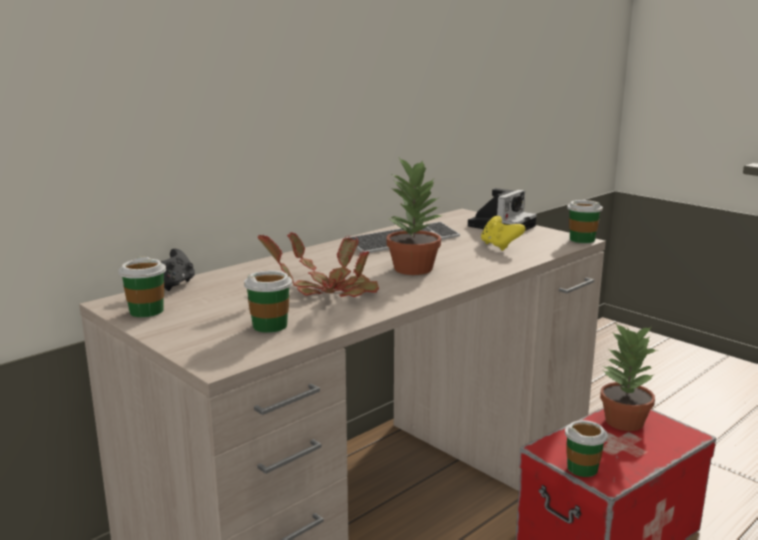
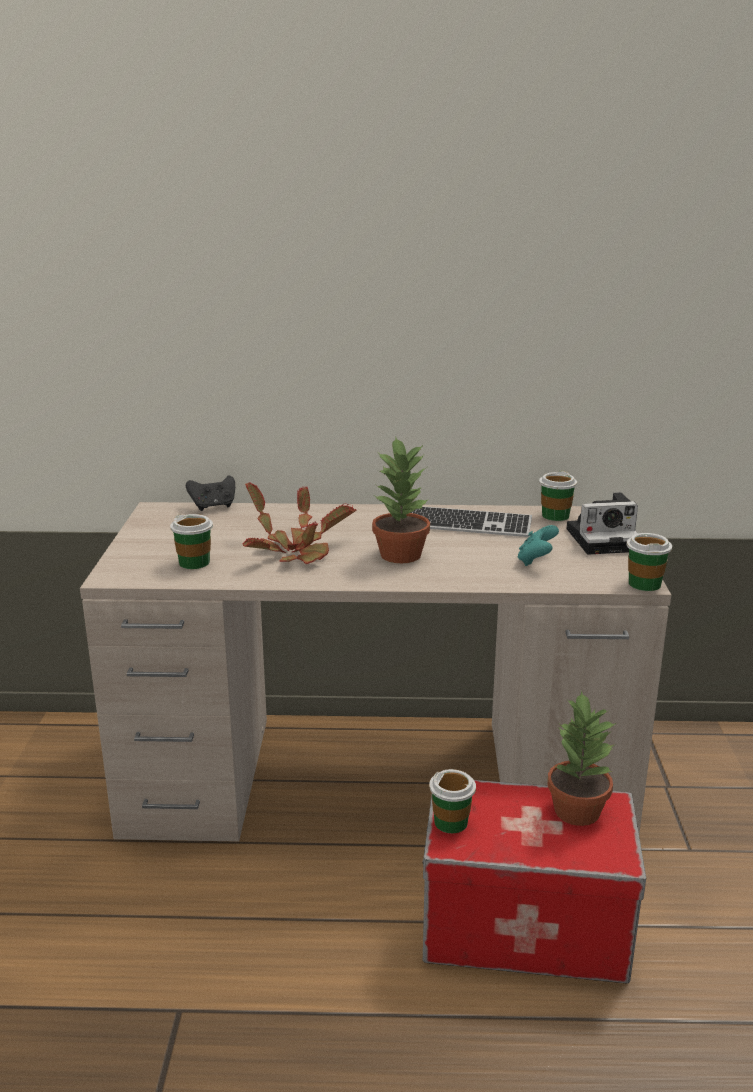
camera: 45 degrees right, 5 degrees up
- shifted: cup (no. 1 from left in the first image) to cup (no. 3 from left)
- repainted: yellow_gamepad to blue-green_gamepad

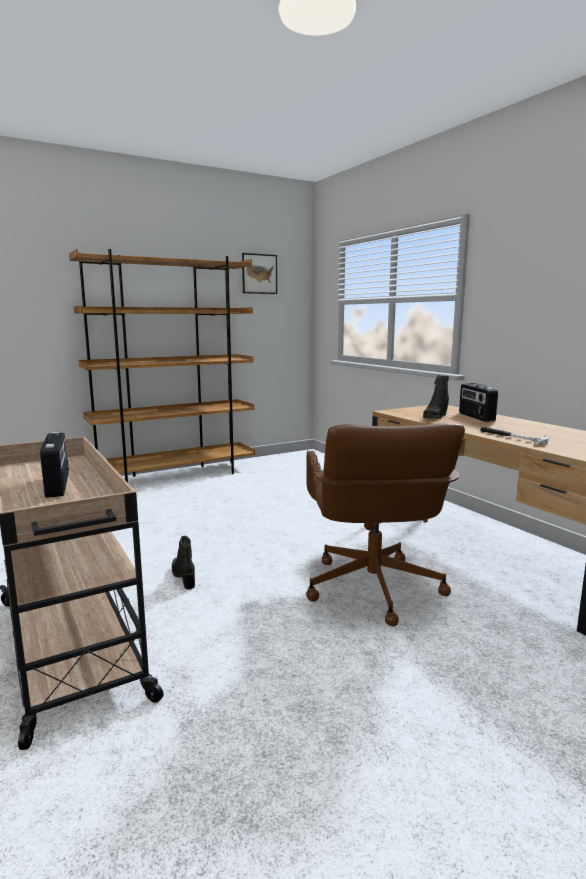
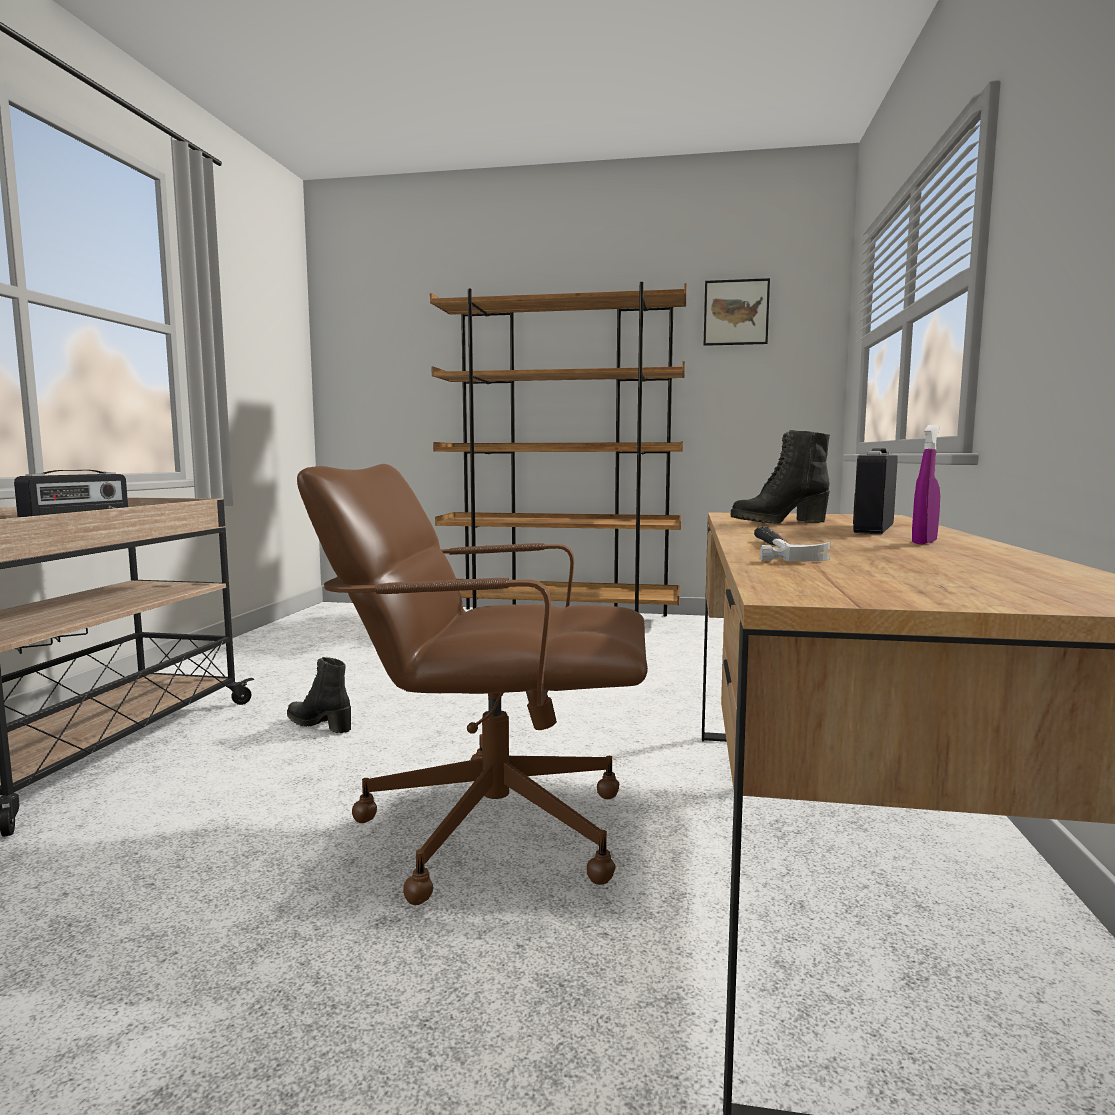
camera: 40 degrees right, 5 degrees down
- rotated: black_tall_boot (no. 1 from left) 75 degrees counterclockwise
- rotated: brown-coloured_computer_chair 60 degrees clockwise
- new: purple_hand_sprayer

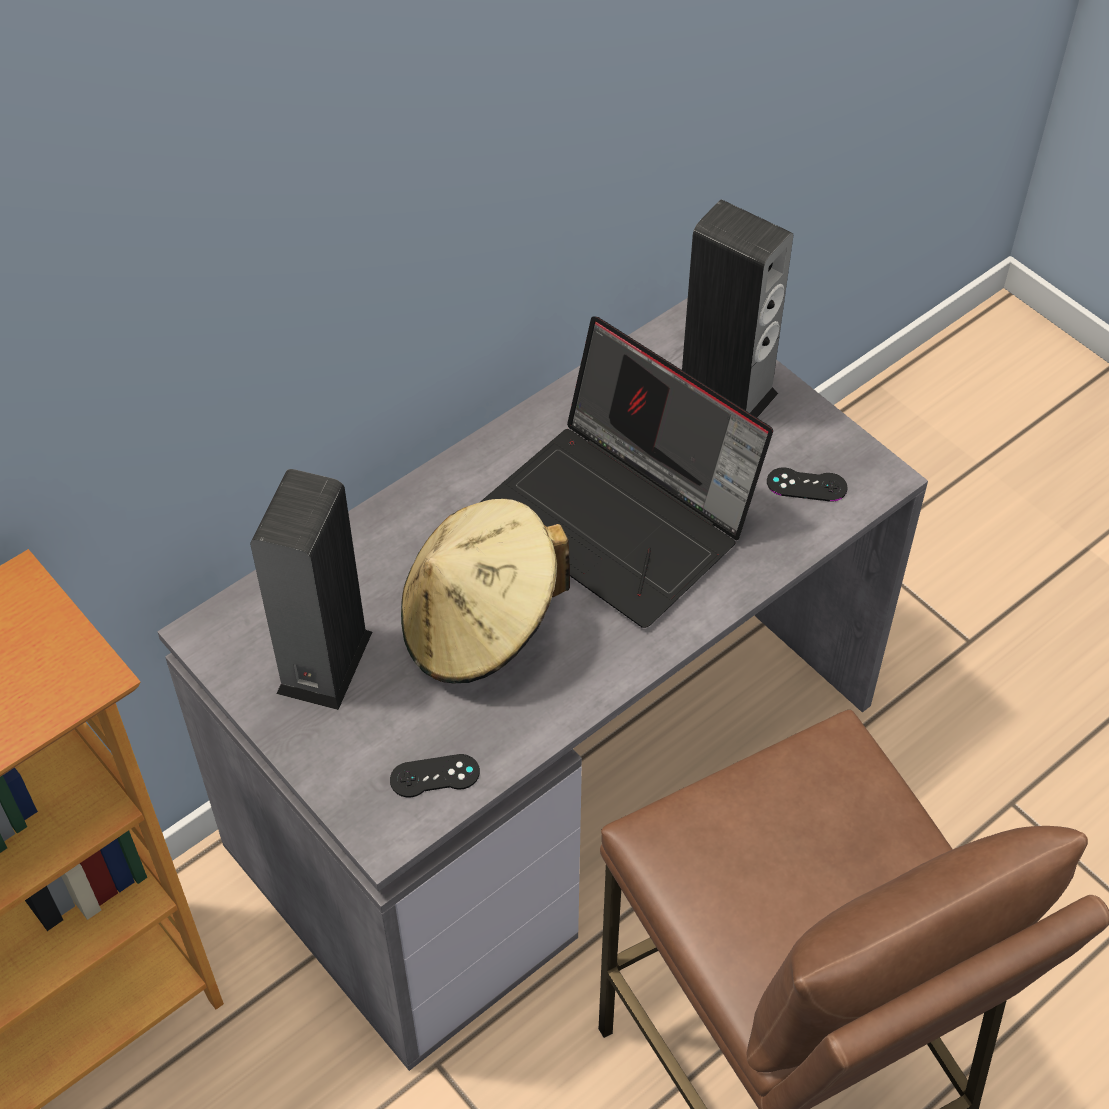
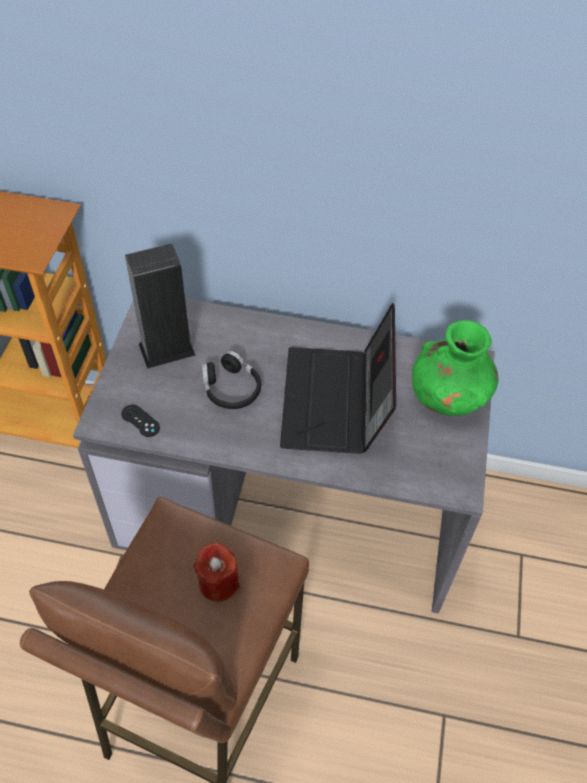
camera: 50 degrees right, 0 degrees up
- swapped: sand-coloured_hat to black_pair_of_headphones
- swapped: loudspeaker (no. 2 from left) to green_vase
- gone: black_gamepad (no. 2 from left)
- new: red_candle

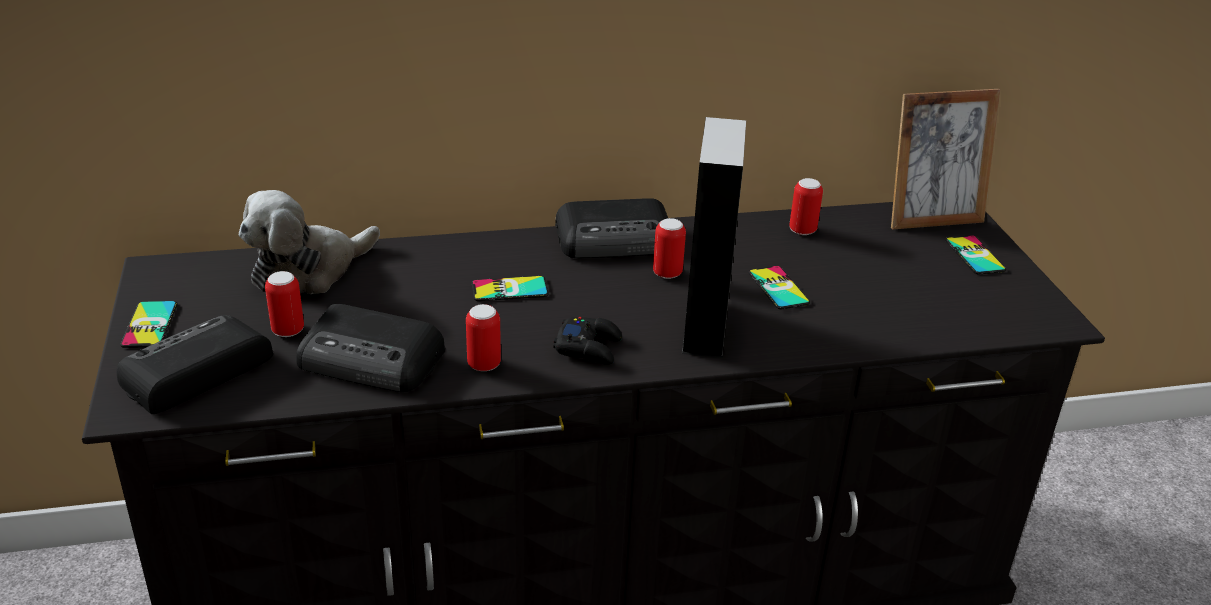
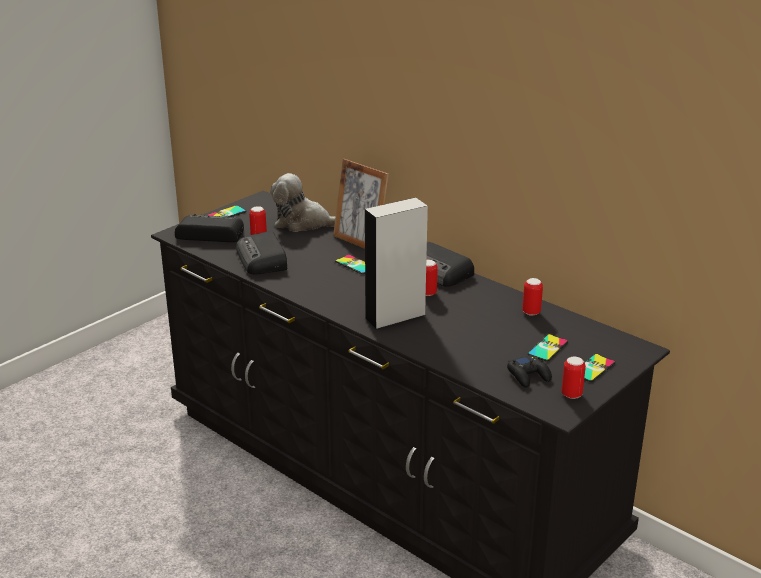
camera: 55 degrees right, 5 degrees down
- shifted: metal_can (no. 2 from left in the first image) to metal_can (no. 4 from left)
- shifted: black_gamepad
- shifted: telephone (no. 3 from left)
- shifted: photo_frame

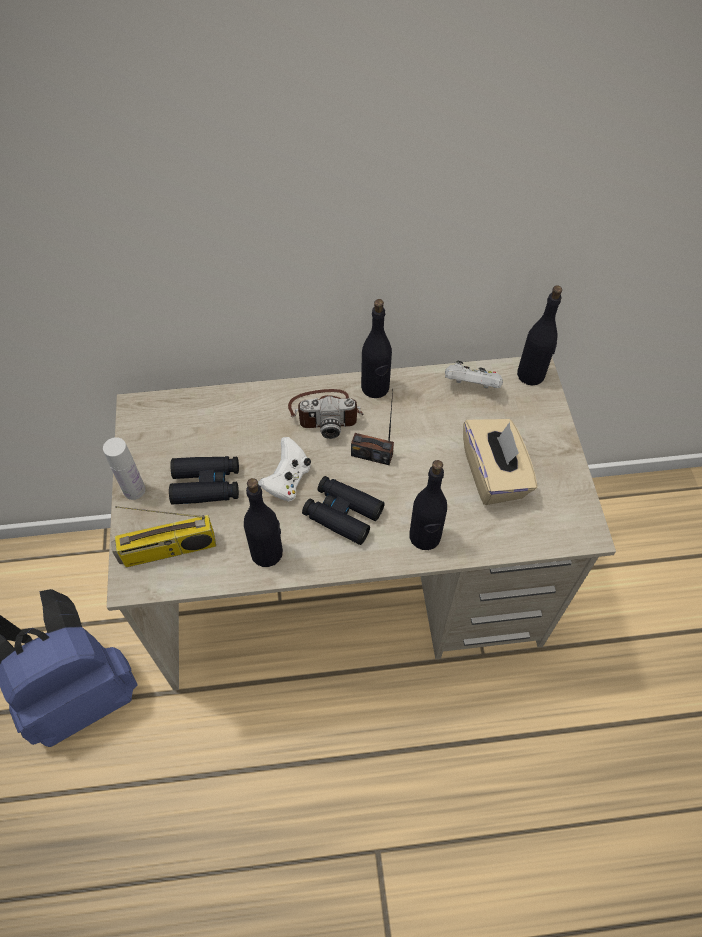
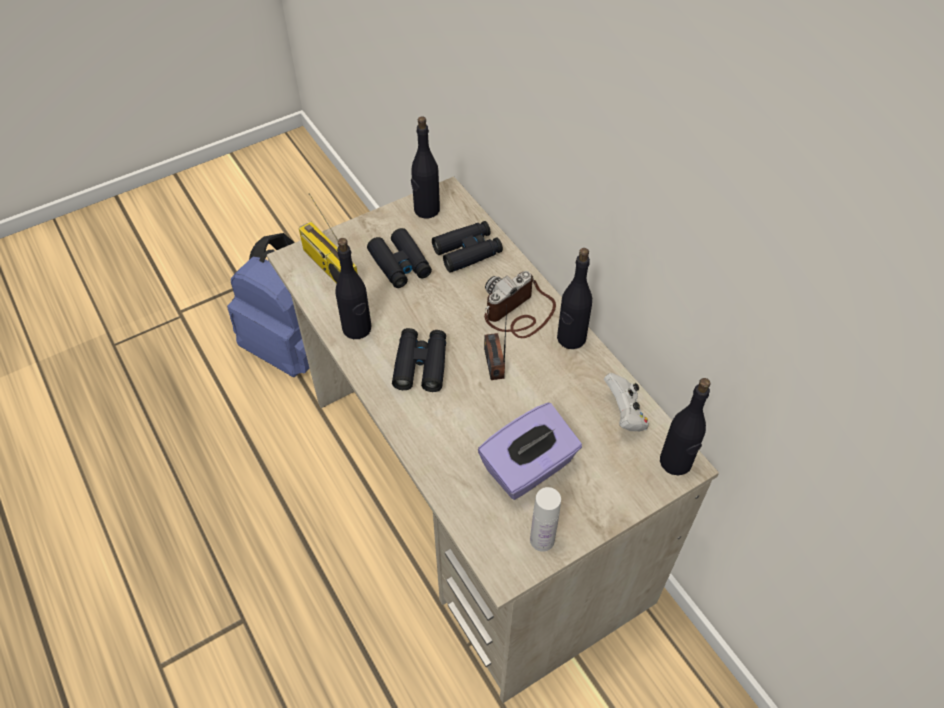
camera: 65 degrees right, 5 degrees down
- shifted: white_beverage_bottle
- gone: white_gamepad (no. 1 from left)
- rotated: photo_camera 75 degrees clockwise
- shifted: black_beverage_bottle (no. 3 from left in the first image) to black_beverage_bottle (no. 2 from left)
- repainted: sand-coloured_tissue_holder to purple_tissue_holder
- new: black_binoculars (no. 3 from left)

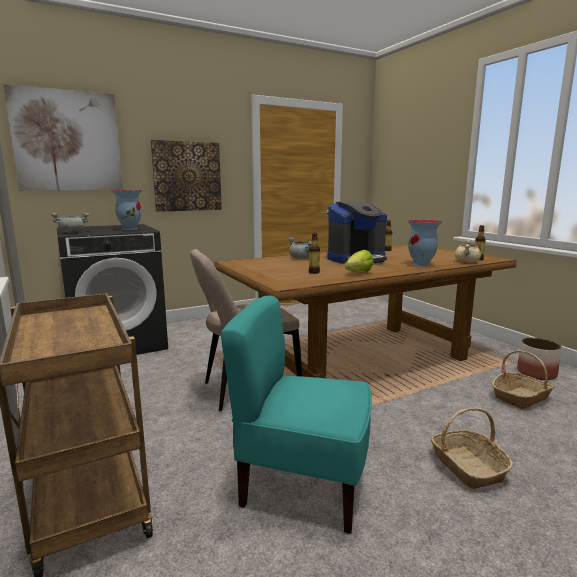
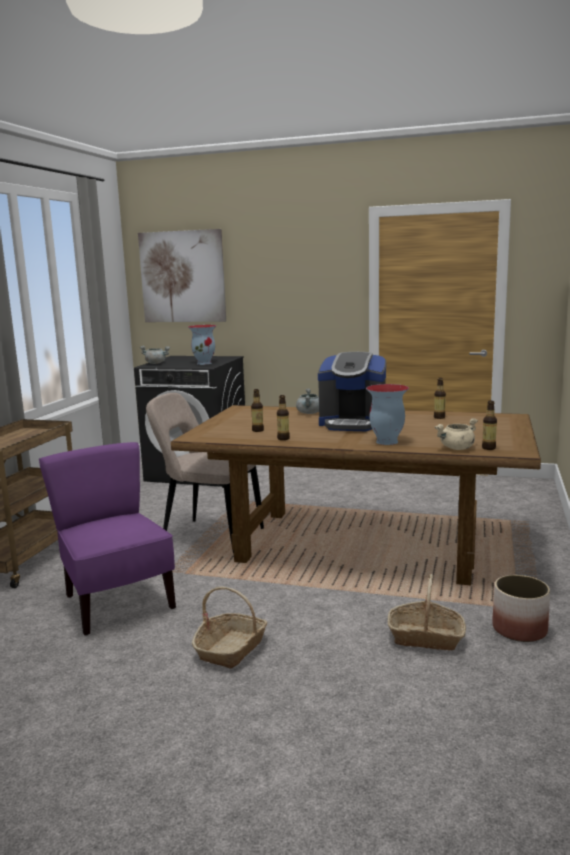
camera: 45 degrees right, 0 degrees up
- gone: picture (no. 2 from left)
- repainted: blue-green_plain_chair to purple_plain_chair
- swapped: head_of_lettuce to beverage_bottle (no. 2 from left)

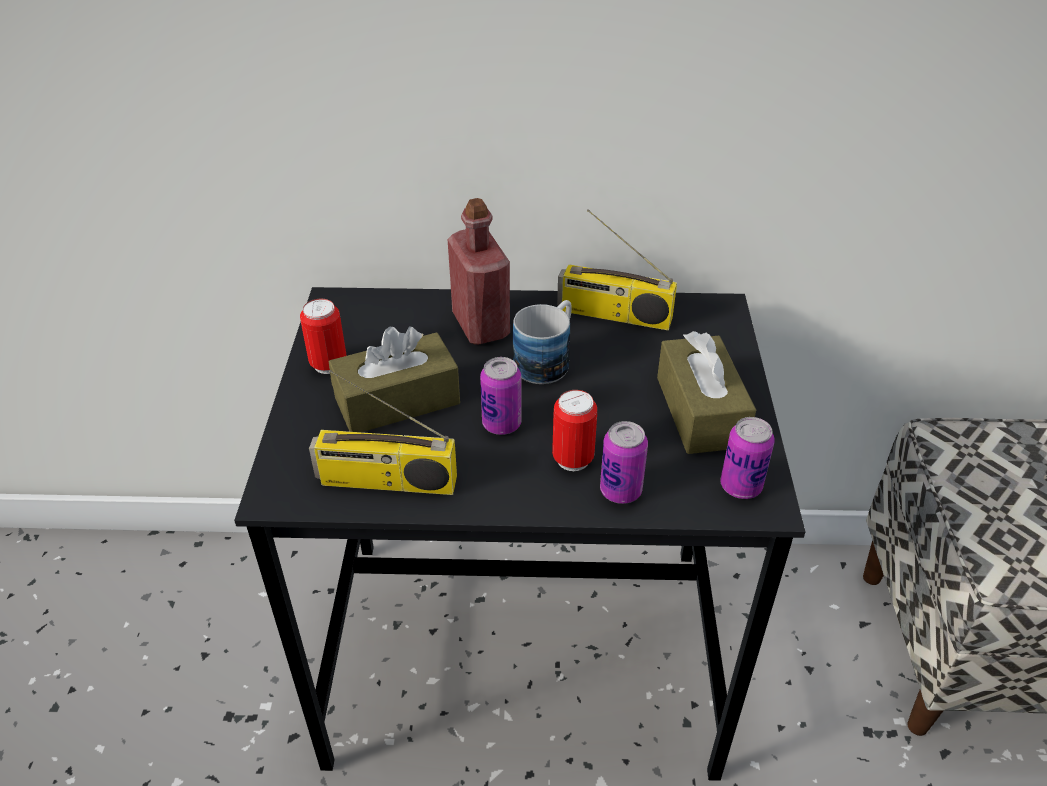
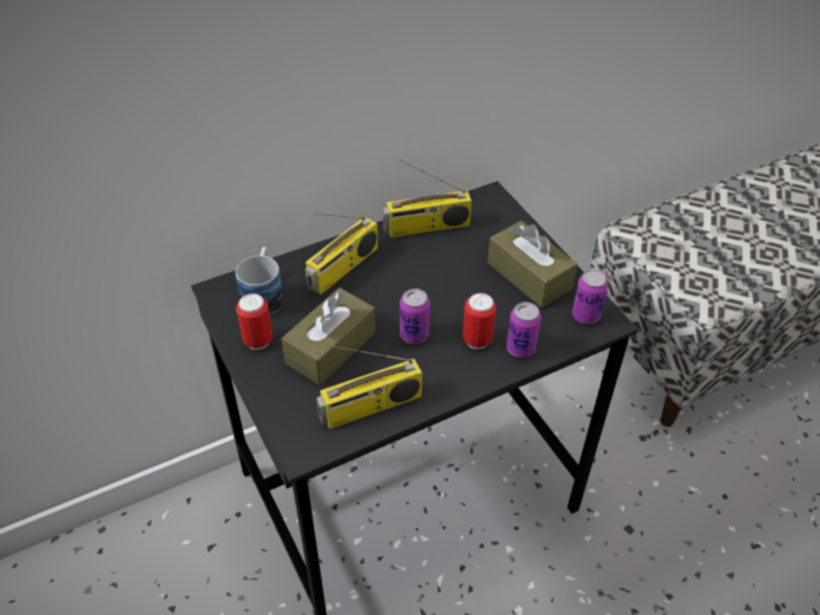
camera: 30 degrees left, 5 degrees up
- swapped: red_beverage_bottle to radio (no. 1 from left)
- shifted: coffee_mug

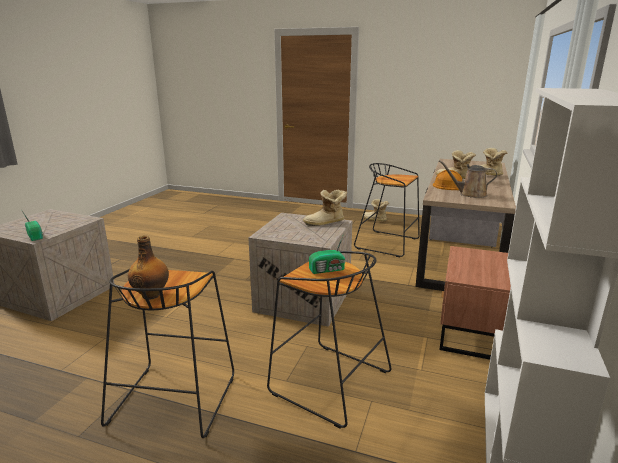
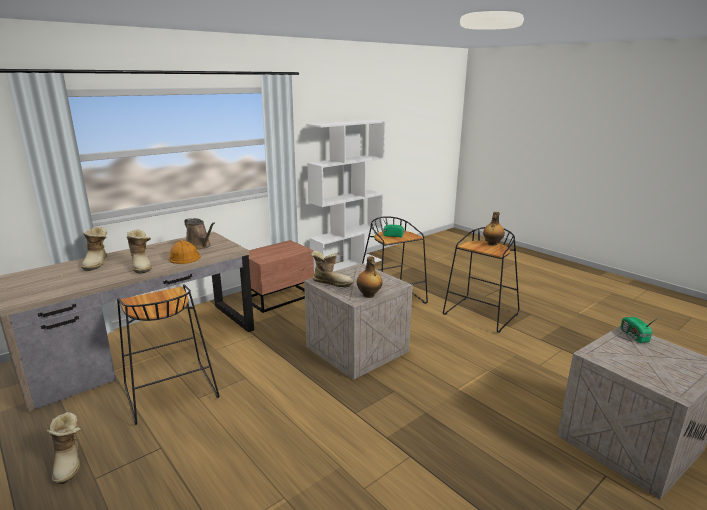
camera: 150 degrees left, 0 degrees up
- new: beverage_bottle (no. 1 from left)

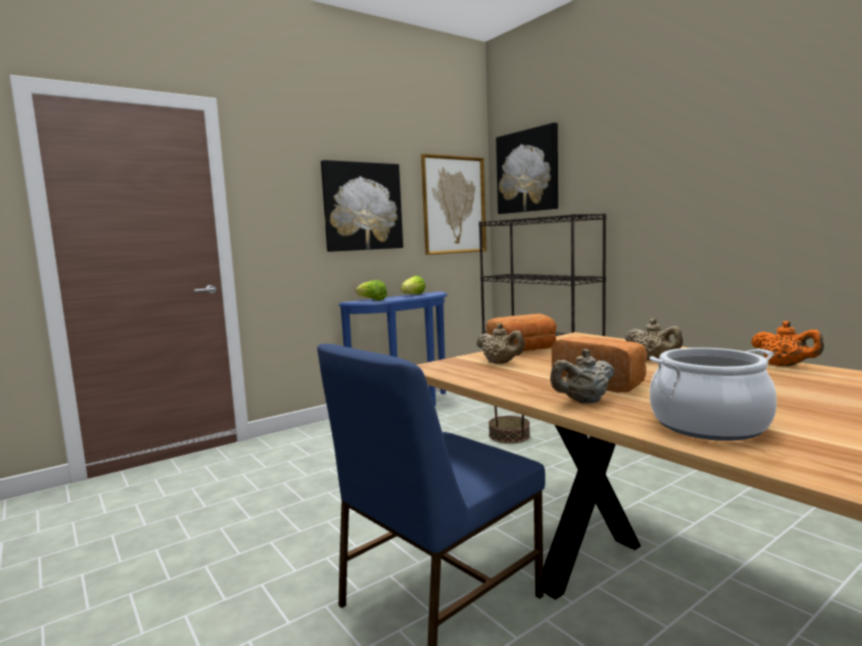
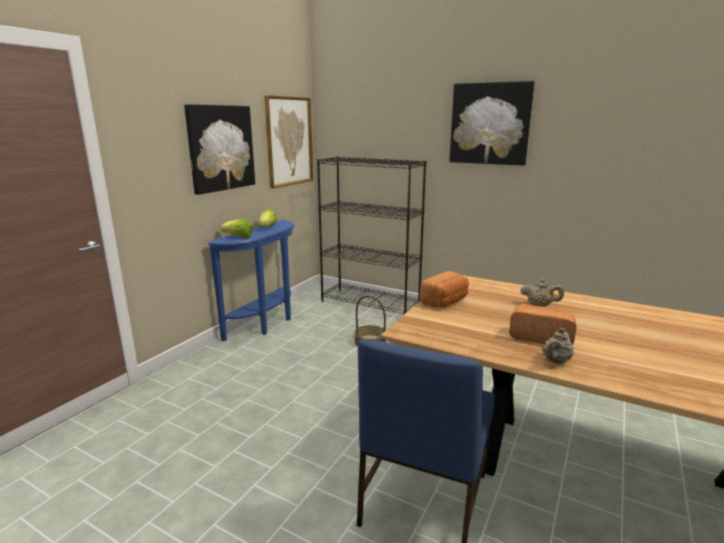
camera: 25 degrees left, 10 degrees up
- gone: sand-coloured_tea_pot (no. 1 from left)
- shifted: picture (no. 3 from left)
- gone: saucepot
- gone: orangey_tea_pot

